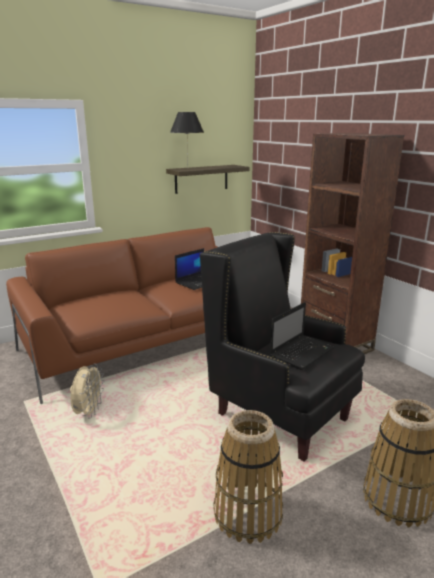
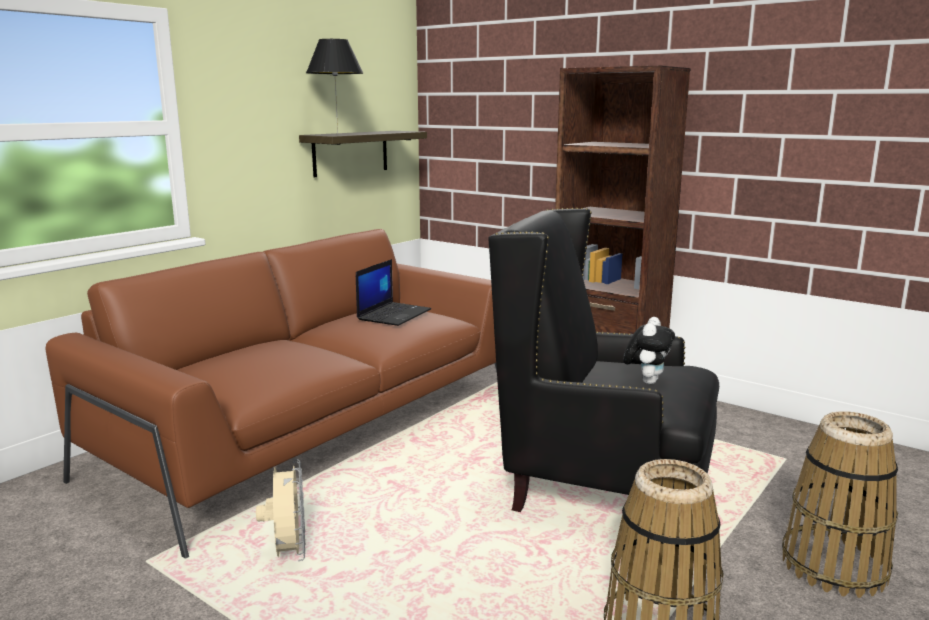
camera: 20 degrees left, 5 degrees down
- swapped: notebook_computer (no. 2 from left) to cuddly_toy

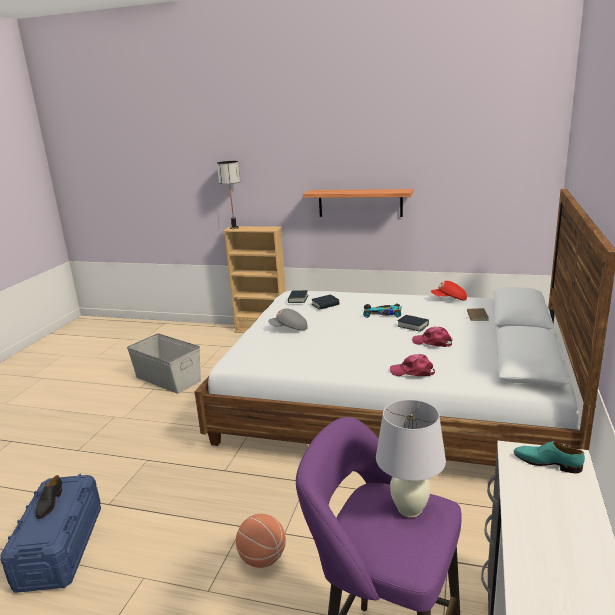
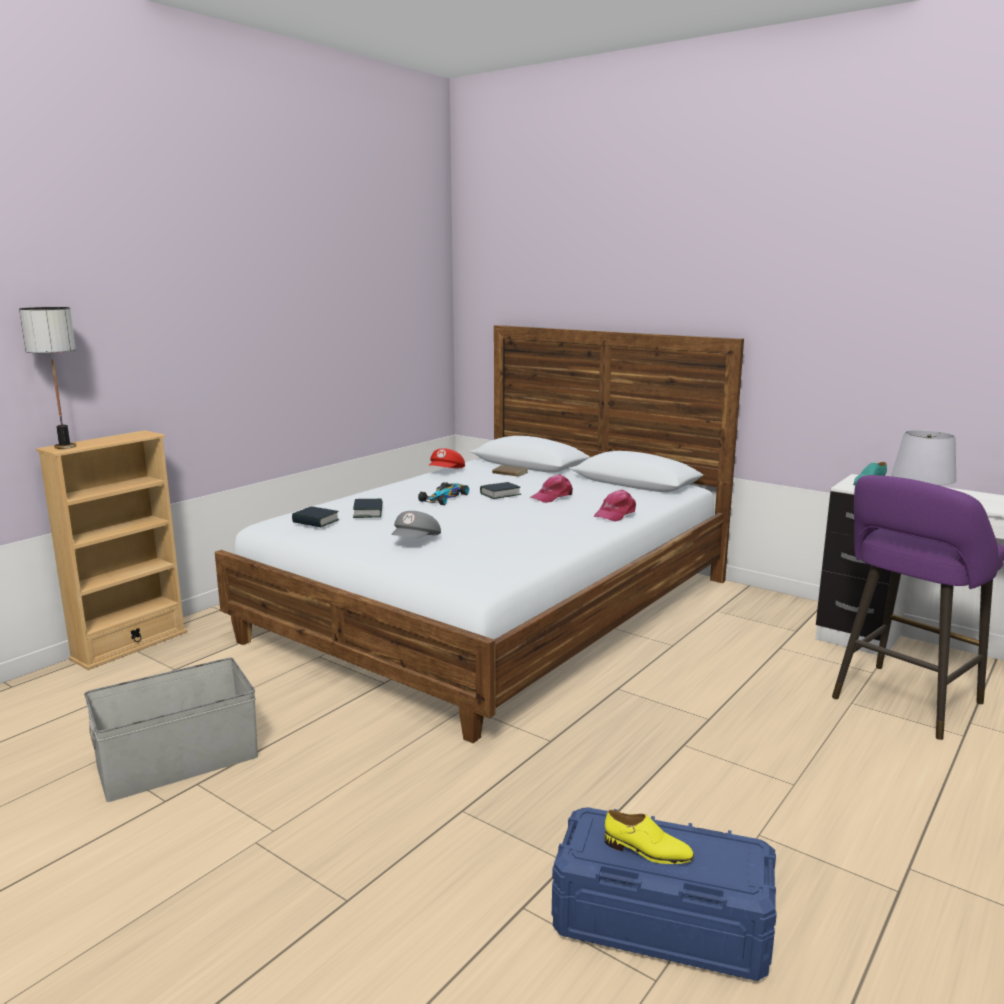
camera: 70 degrees left, 5 degrees down
- repainted: black_low_shoe to yellow_low_shoe
- gone: basketball_ball
- gone: shelf

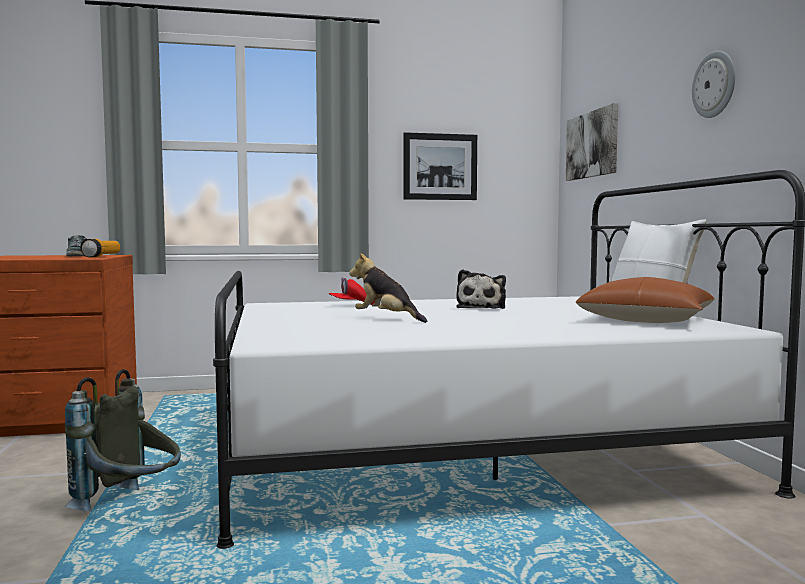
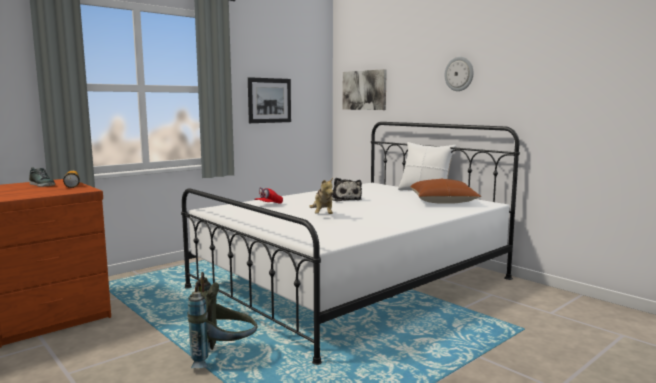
camera: 30 degrees left, 5 degrees up
- rotated: cuddly_toy (no. 1 from left) 105 degrees counterclockwise

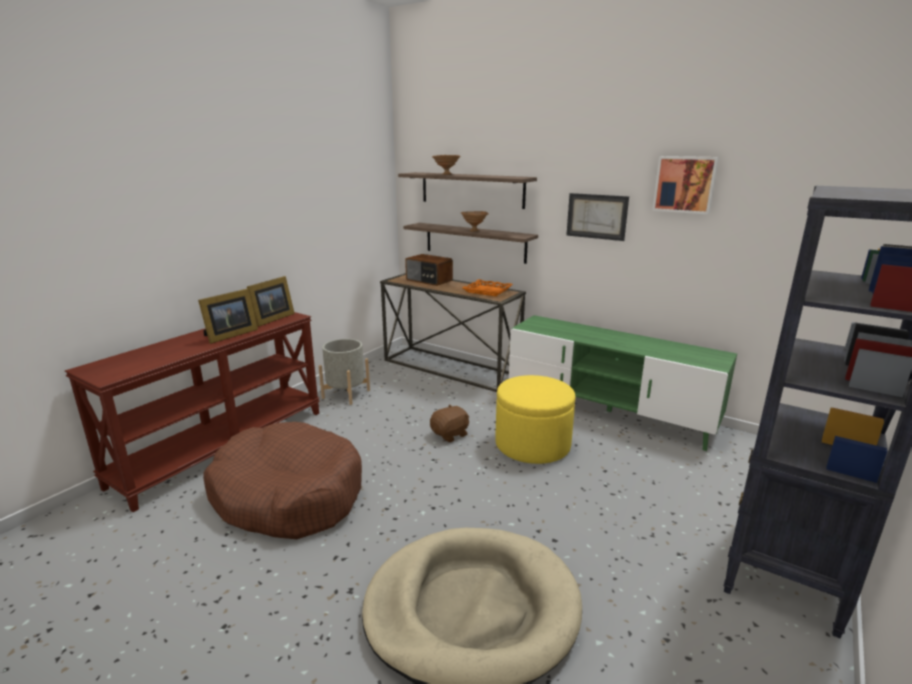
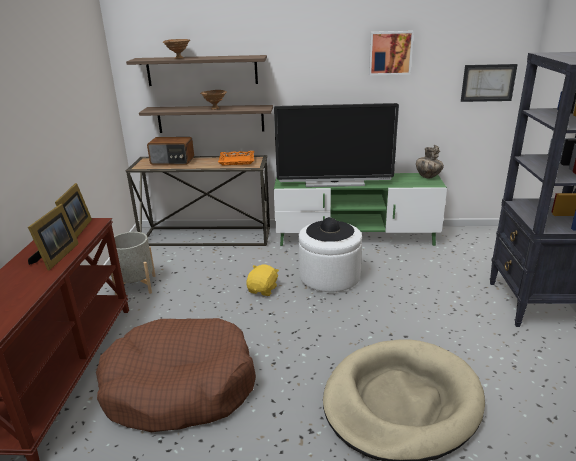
camera: 30 degrees left, 5 degrees up
- repainted: brown-coloured_cuddly_toy to yellow_cuddly_toy
- repainted: yellow_ottoman to white_ottoman
- shifted: picture (no. 1 from left in the first image) to picture (no. 2 from left)
- new: TV_set
- new: black_hat
- new: vase

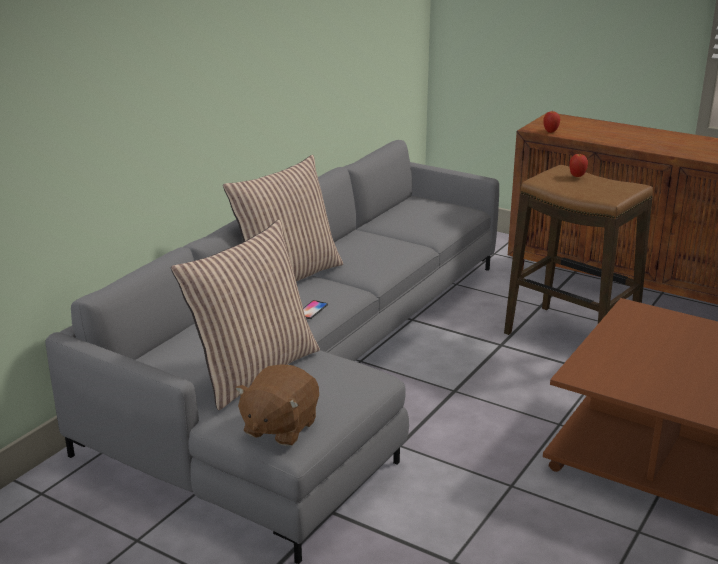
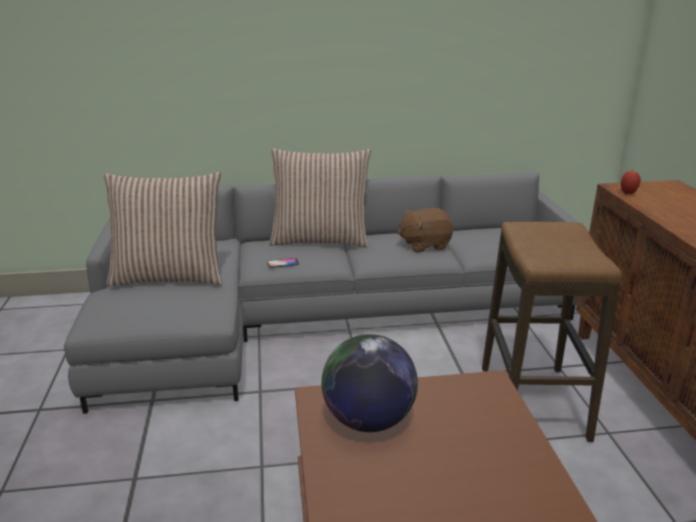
camera: 50 degrees right, 0 degrees up
- shifted: brown-coloured_cuddly_toy
- gone: apple_fruit (no. 2 from left)
- new: globe

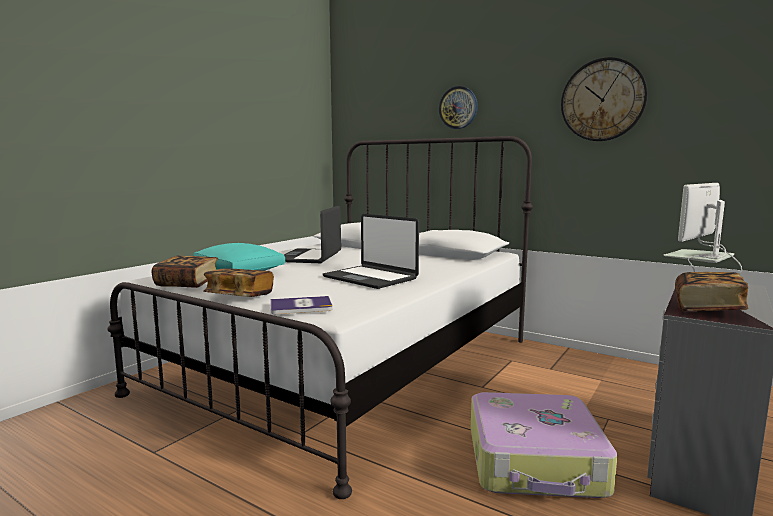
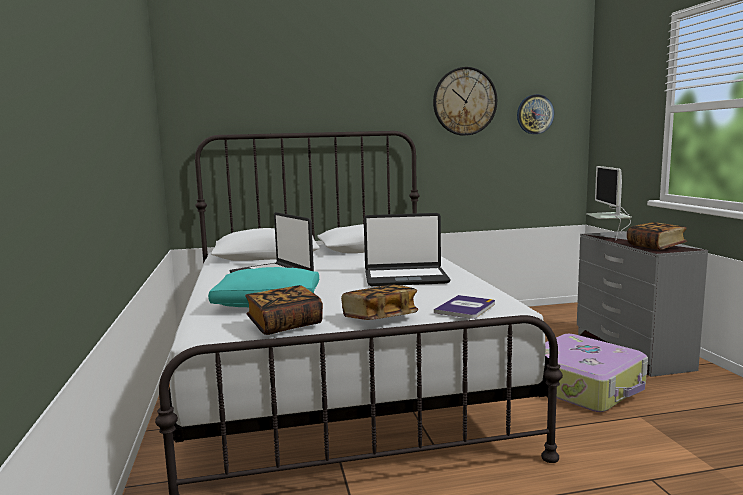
camera: 45 degrees left, 0 degrees up
- shifted: wall_clock (no. 1 from left in the first image) to wall_clock (no. 2 from left)

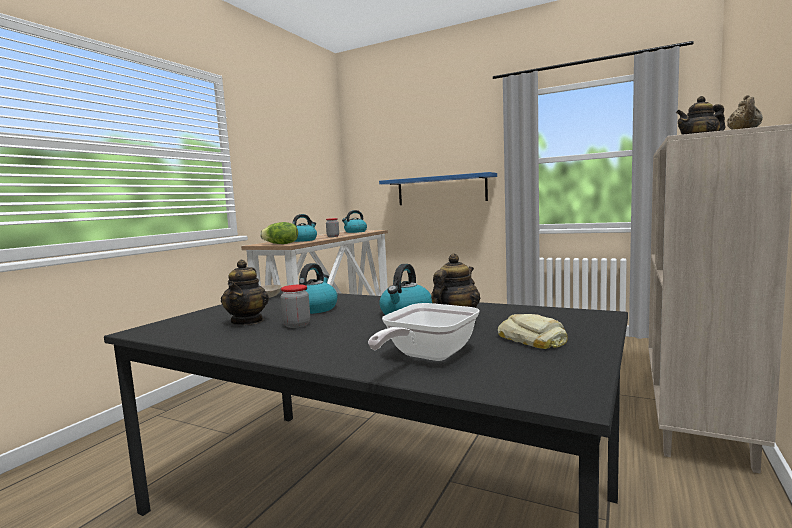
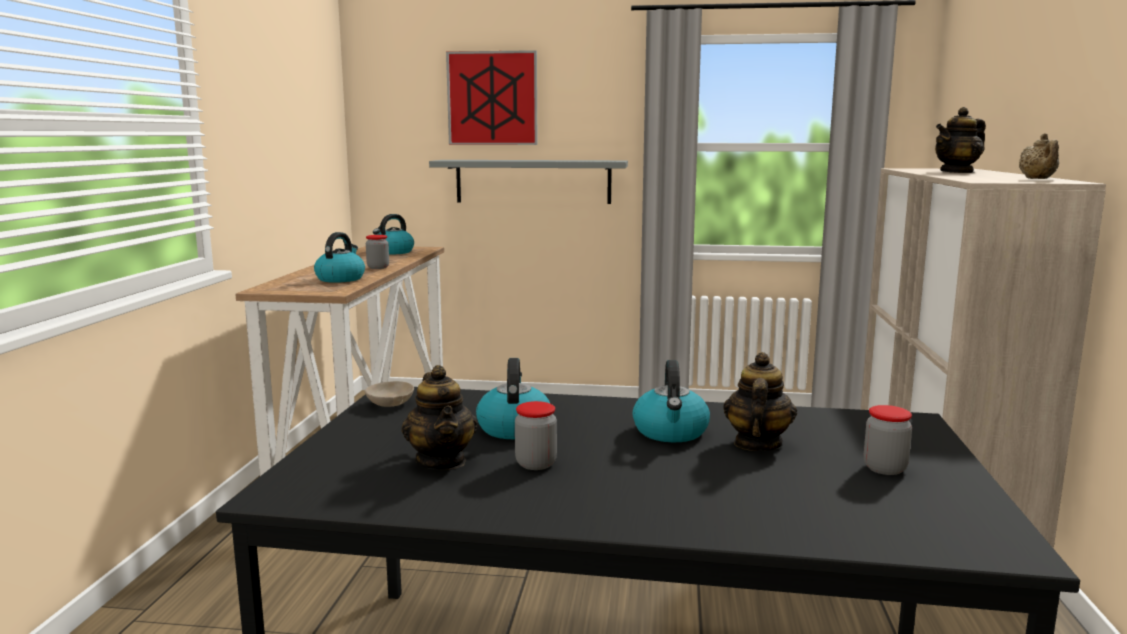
camera: 20 degrees left, 5 degrees up
- gone: head_of_lettuce
- gone: skillet
- repainted: blue-coloured_shelf to grey_shelf
- swapped: bakery_bread to storage_jar (no. 3 from left)
- new: picture

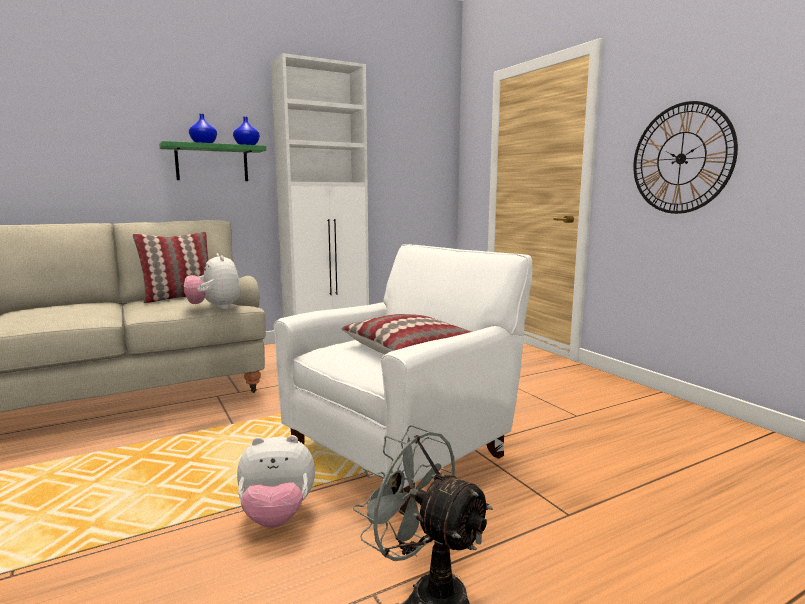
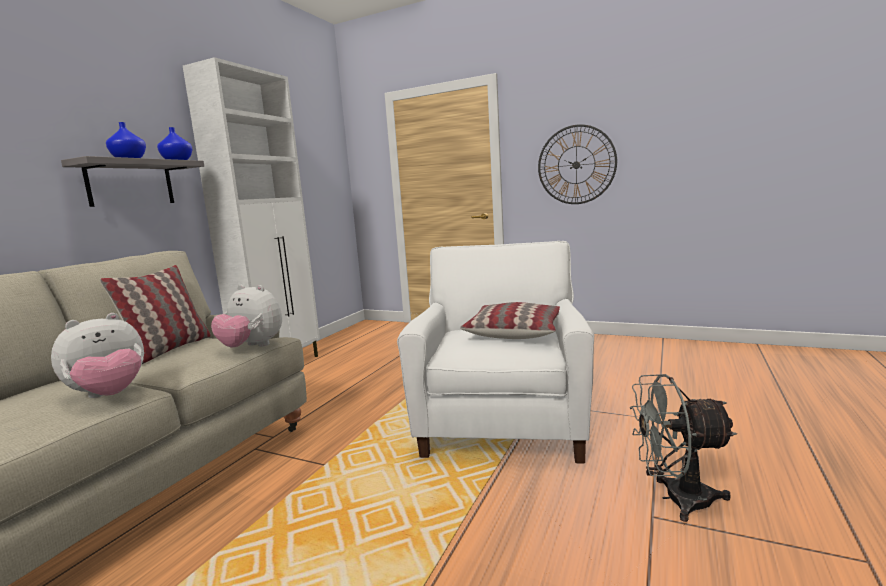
camera: 35 degrees left, 0 degrees up
- repainted: green_shelf to grey_shelf
- shifted: cuddly_toy (no. 2 from left in the first image) to cuddly_toy (no. 1 from left)

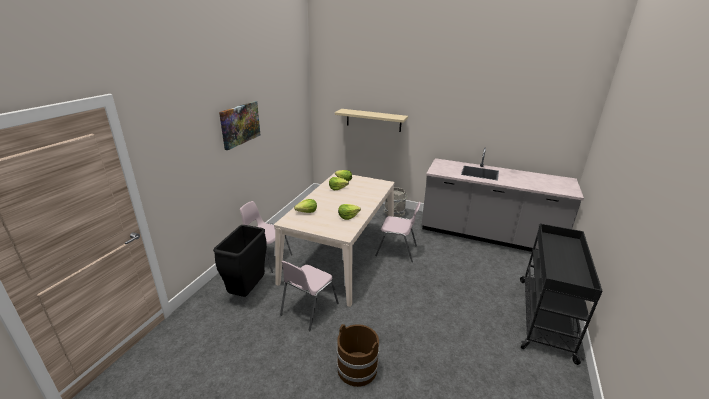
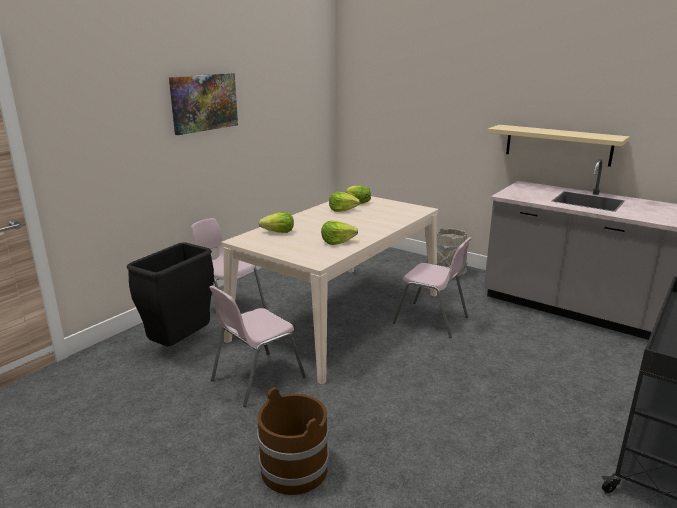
camera: 15 degrees right, 5 degrees down
- shifted: sand-coloured_shelf

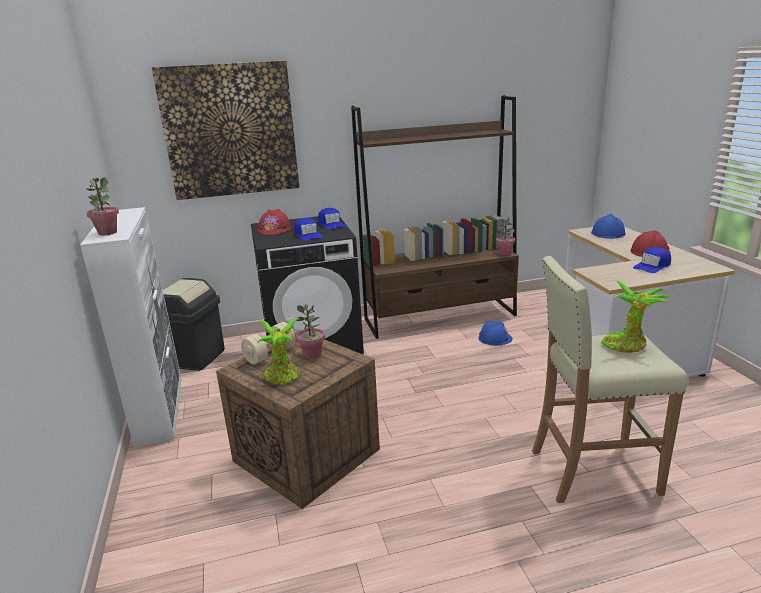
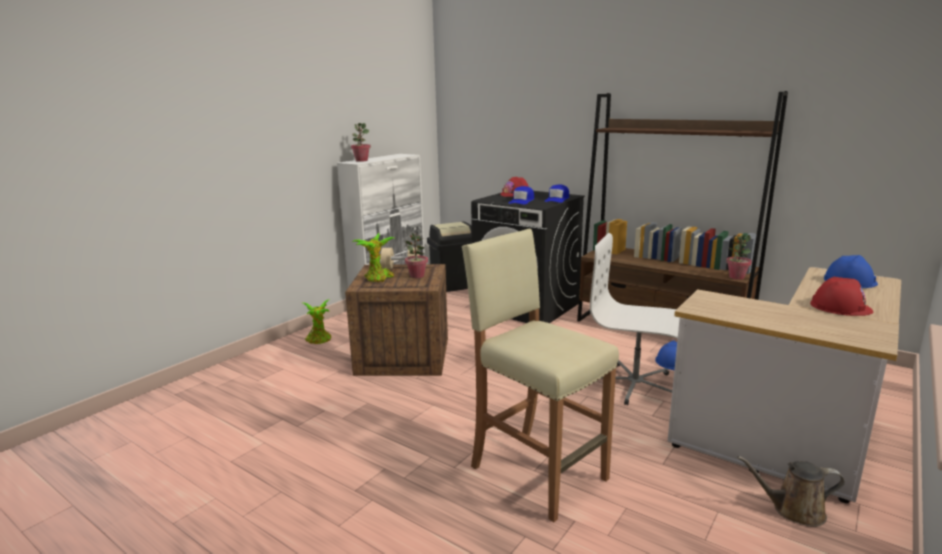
camera: 50 degrees right, 5 degrees down
- gone: picture
- shifted: houseplant (no. 5 from left in the first image) to houseplant (no. 1 from left)
- gone: blue-coloured_peaked_cap (no. 3 from left)
- new: white_computer_chair
- new: brown-coloured_watering_can

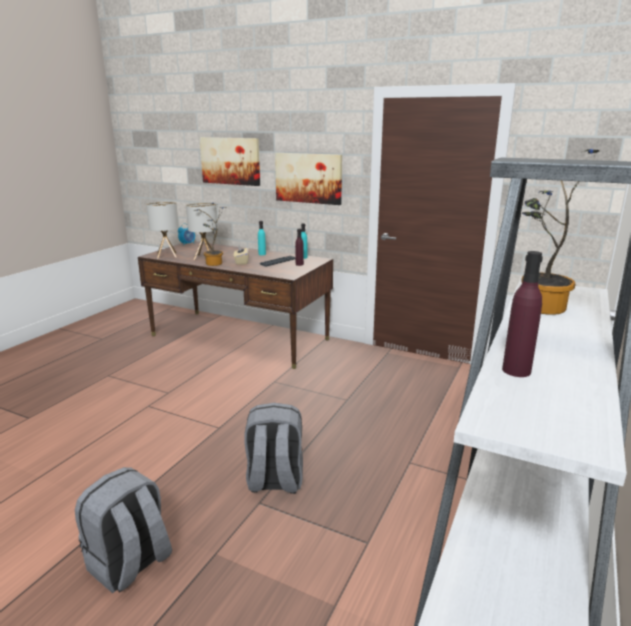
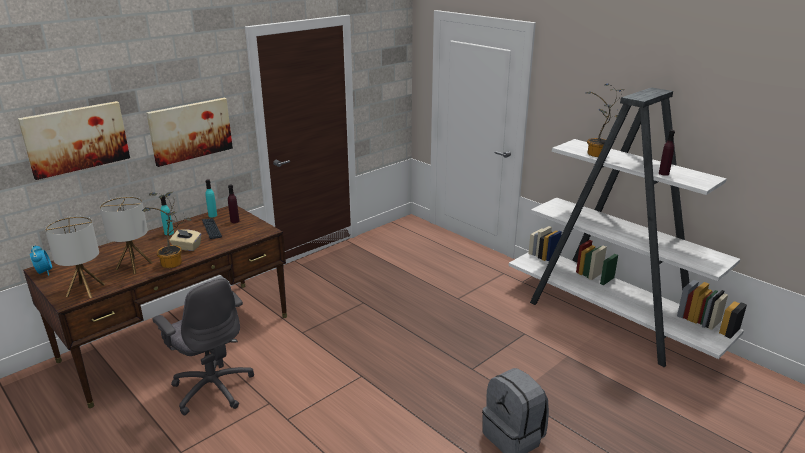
camera: 70 degrees left, 5 degrees up
- gone: grey_knapsack (no. 2 from left)
- new: grey_computer_chair

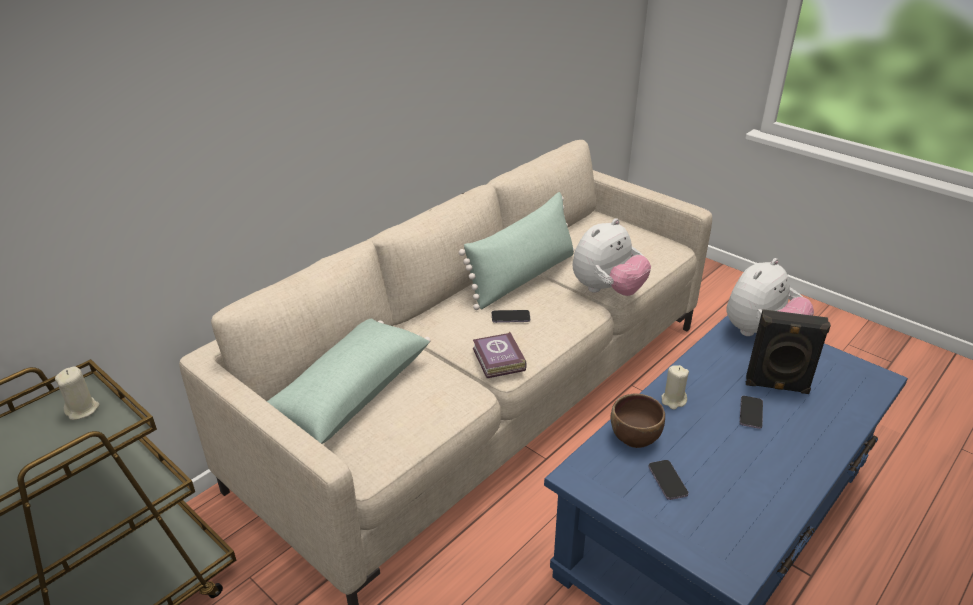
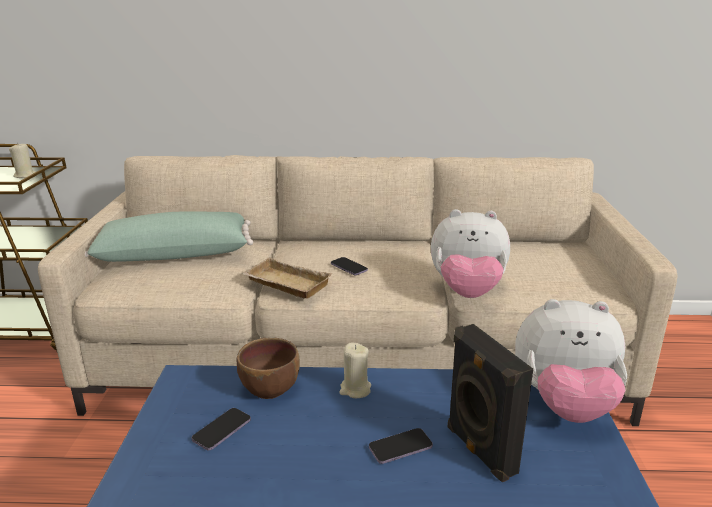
camera: 50 degrees right, 10 degrees down
- gone: green_pillow (no. 2 from left)
- swapped: bound_book to sand-coloured_tray

